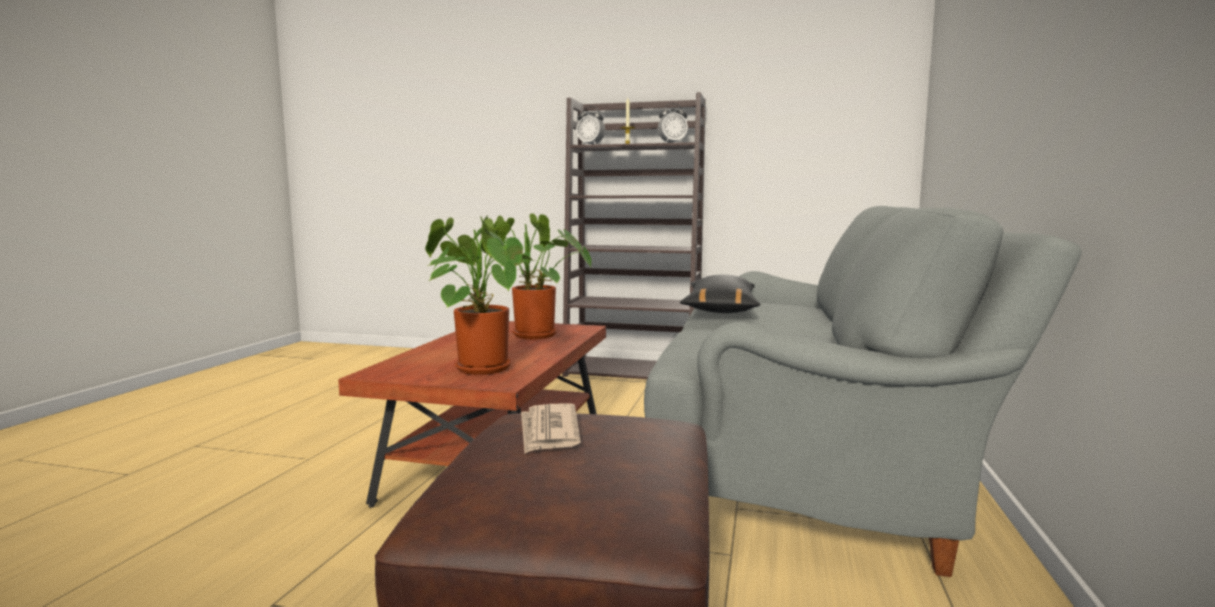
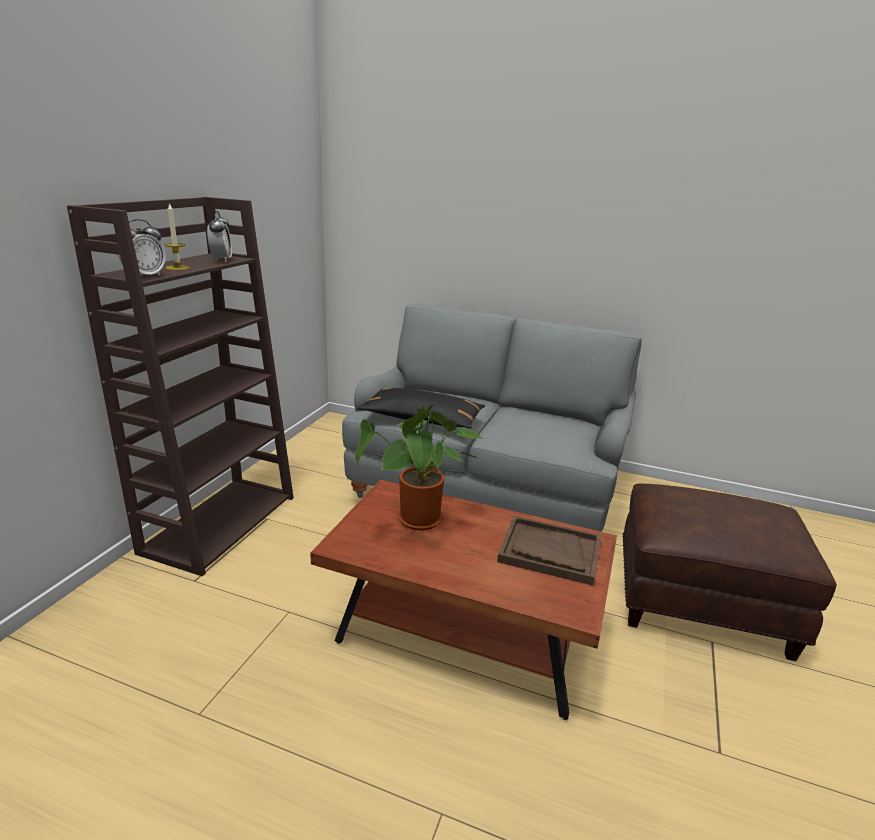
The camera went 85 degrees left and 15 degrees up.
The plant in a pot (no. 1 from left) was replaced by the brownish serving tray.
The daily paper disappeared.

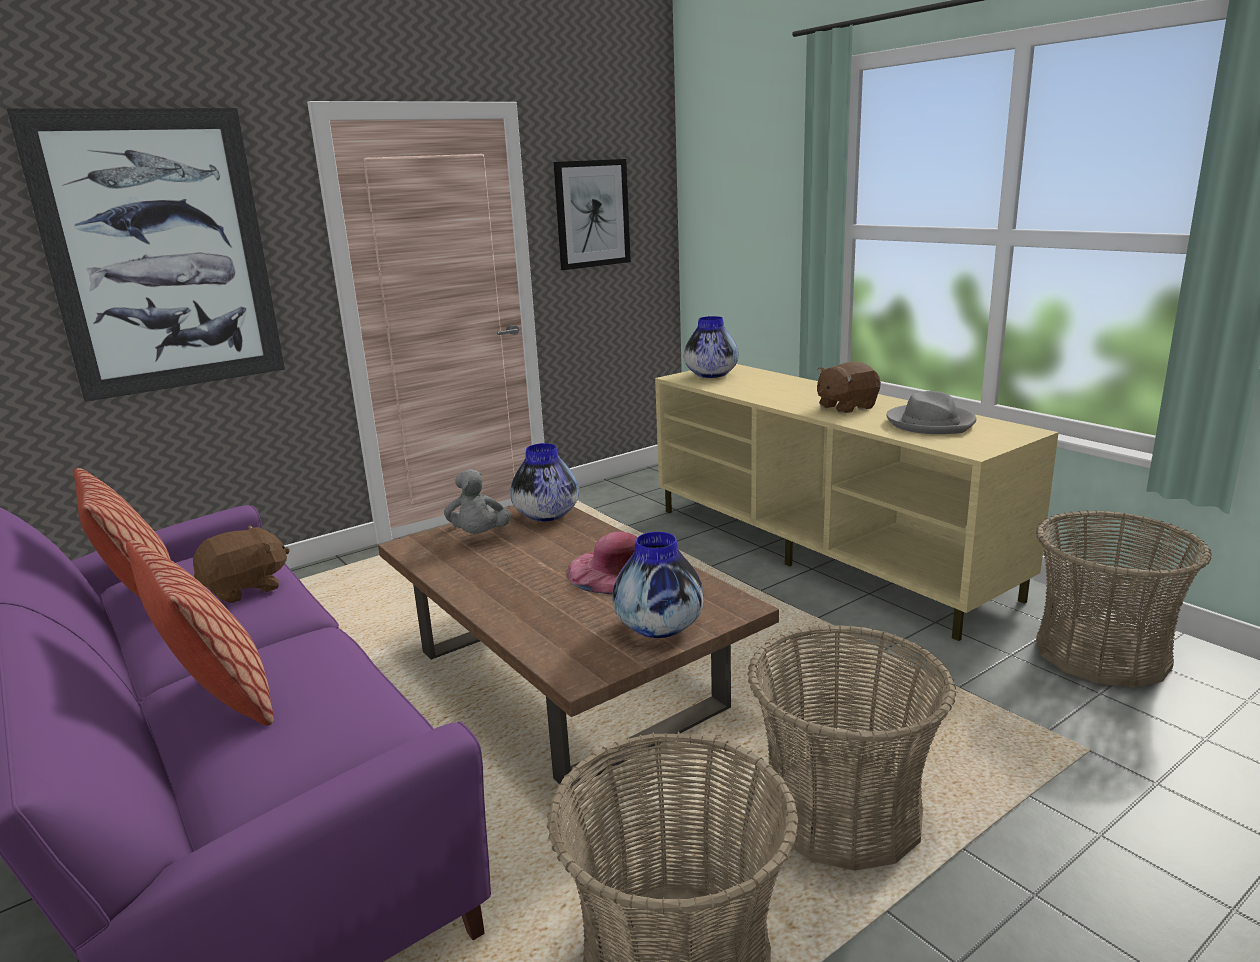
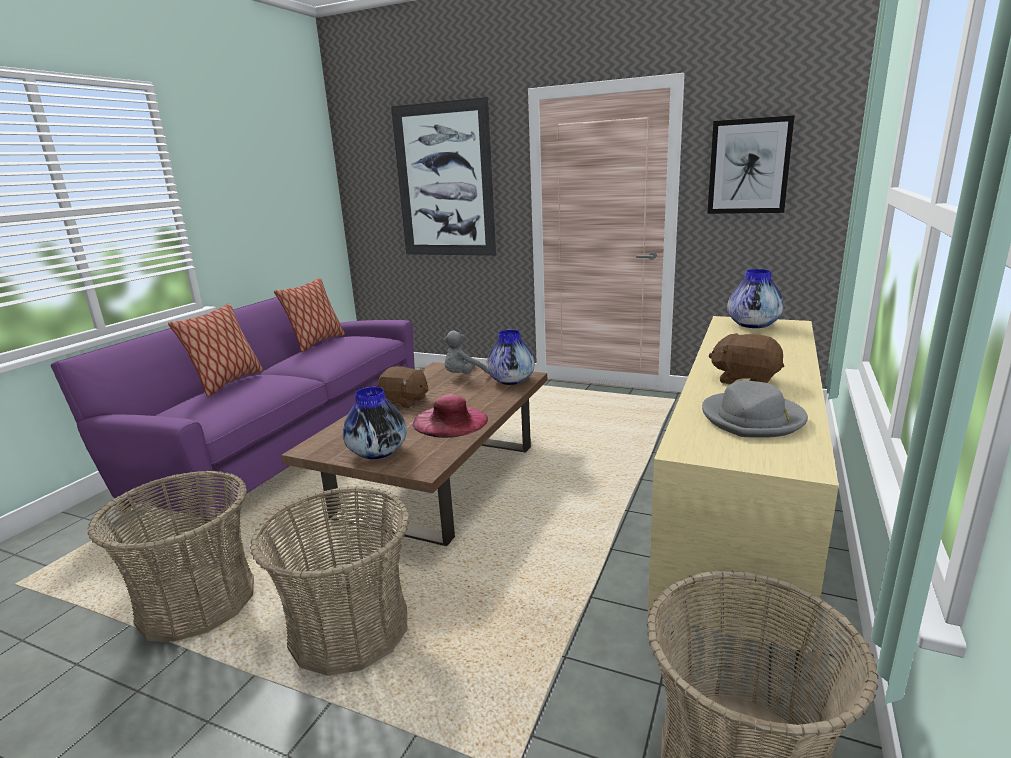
The camera went 60 degrees right and 0 degrees up.
The brownish plush toy (no. 1 from left) moved.

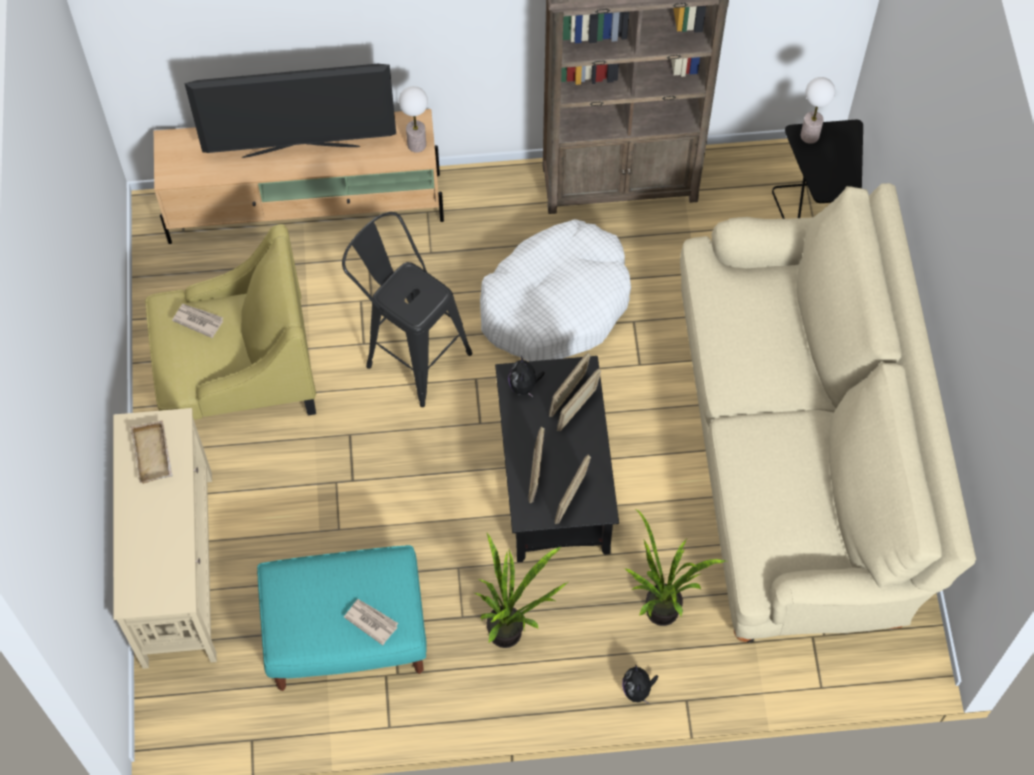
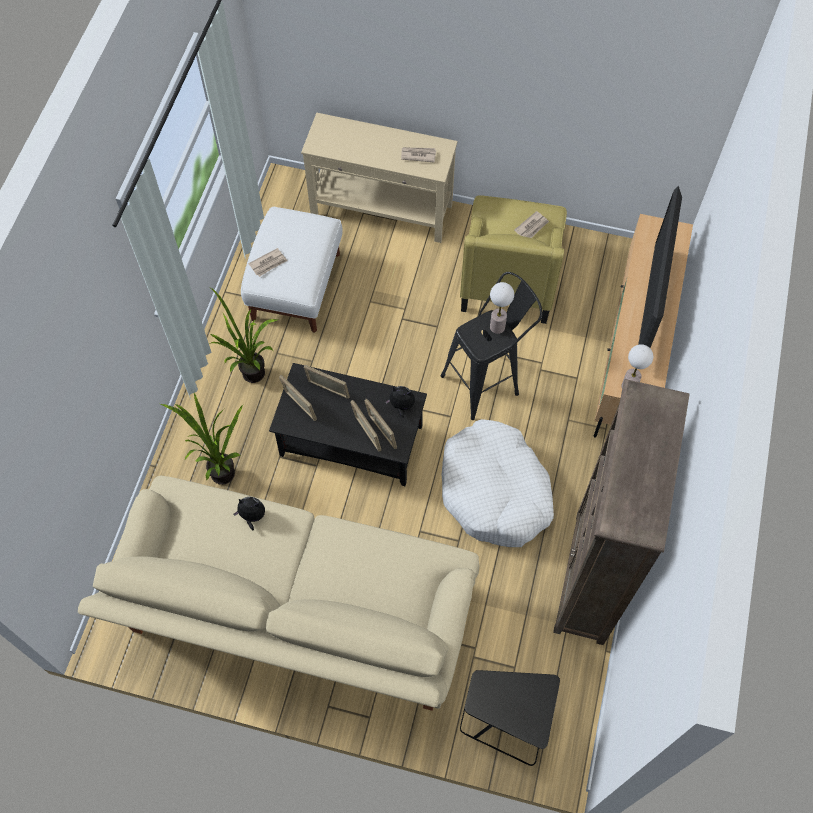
The camera went 110 degrees right and 0 degrees up.
The beige serving tray was replaced by the daily paper (no. 2 from left).
The turquoise-coloured ottoman became the white ottoman.
The plush toy (no. 2 from left in the first image) moved.
The tabletop lamp (no. 2 from left in the first image) moved.

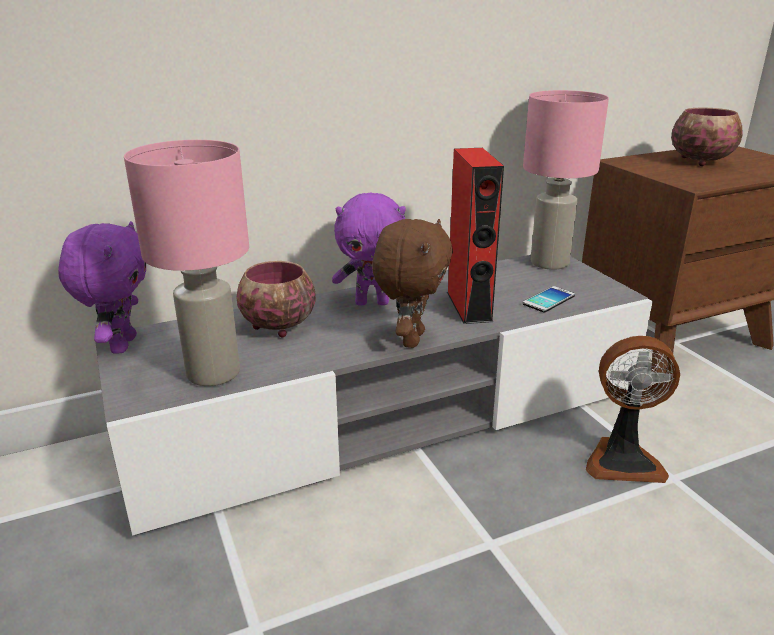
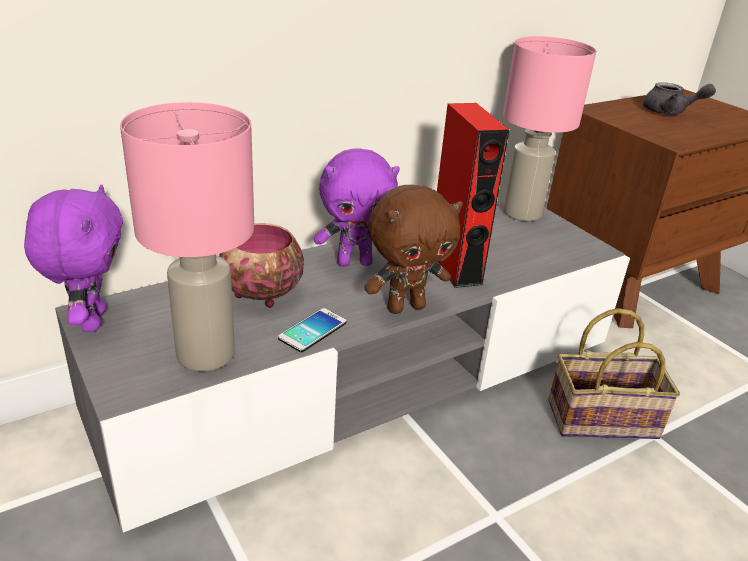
The camera went 10 degrees left and 5 degrees up.
The brownish plush toy turned 60 degrees clockwise.
The telephone moved.
The electric fan was replaced by the basket.
The bowl (no. 2 from left) was replaced by the gray tea pot.

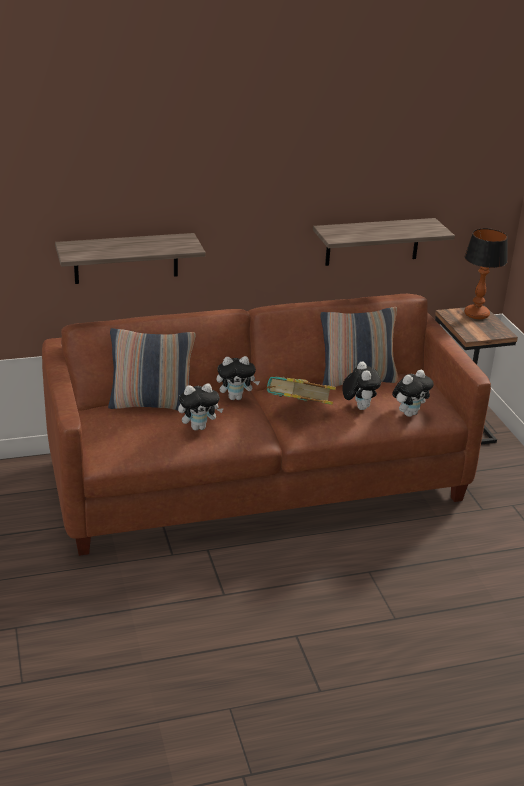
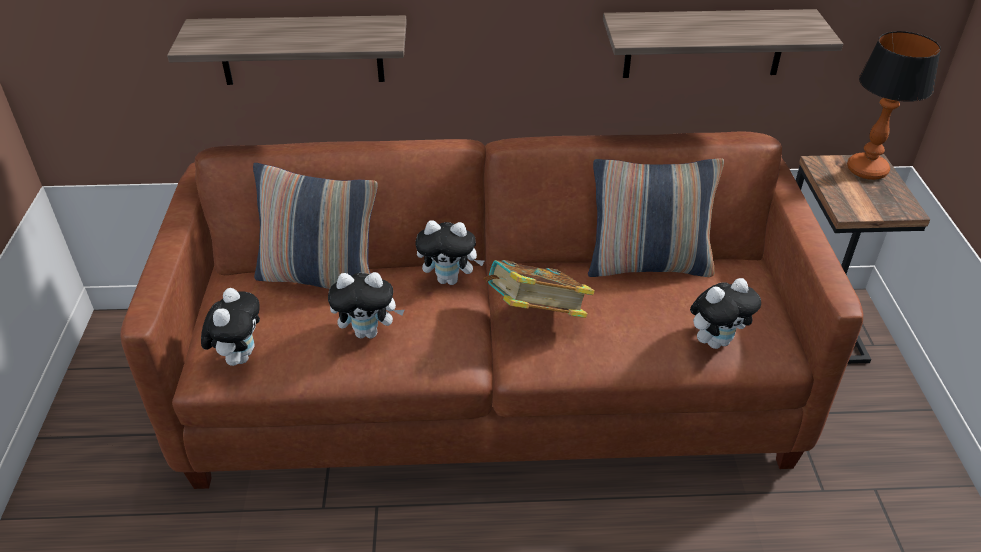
The camera went 15 degrees right and 10 degrees up.
The plush toy (no. 3 from left in the first image) moved.

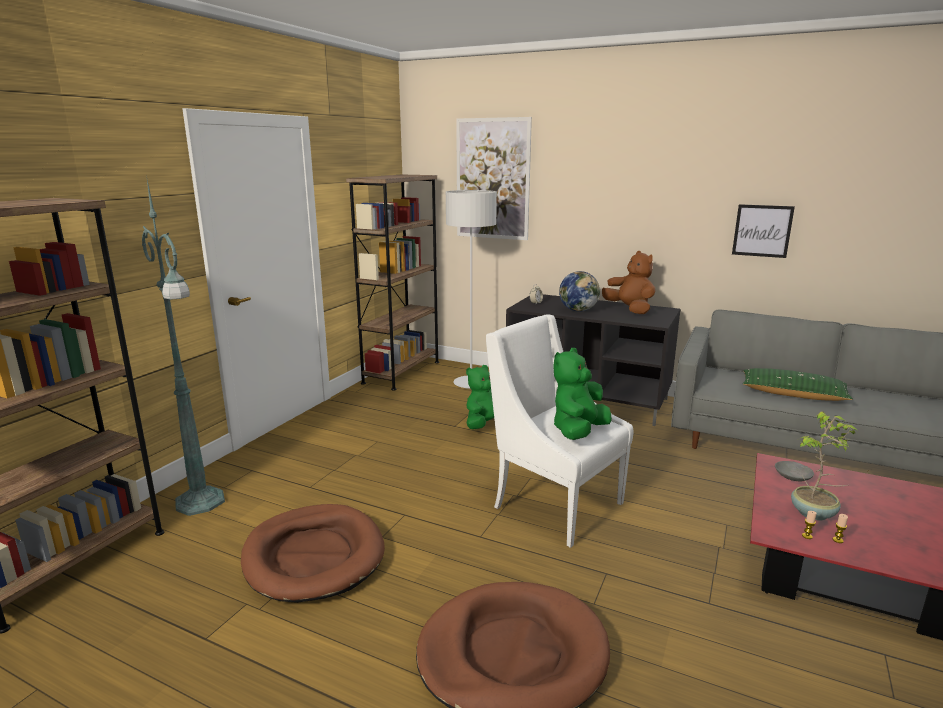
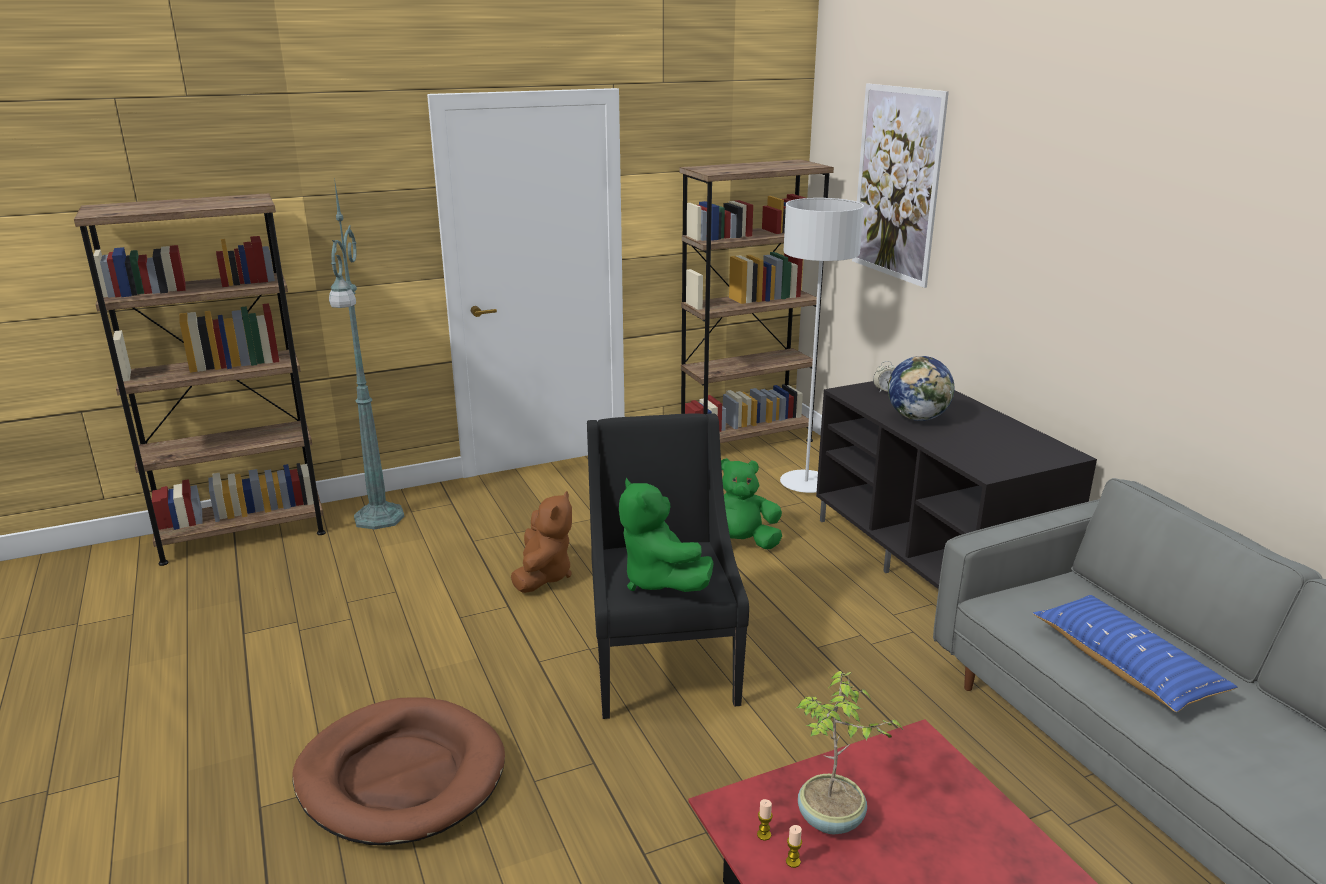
The camera went 40 degrees right and 5 degrees up.
The brownish dog cushion (no. 1 from left) disappeared.
The white lounge chair became the black-coloured lounge chair.
The green-coloured plush toy (no. 2 from left in the first image) turned 105 degrees counterclockwise.
The brownish plush toy moved.
The picture (no. 2 from left) disappeared.
The green-coloured pillow became the blue-coloured pillow.
The gray bowl disappeared.

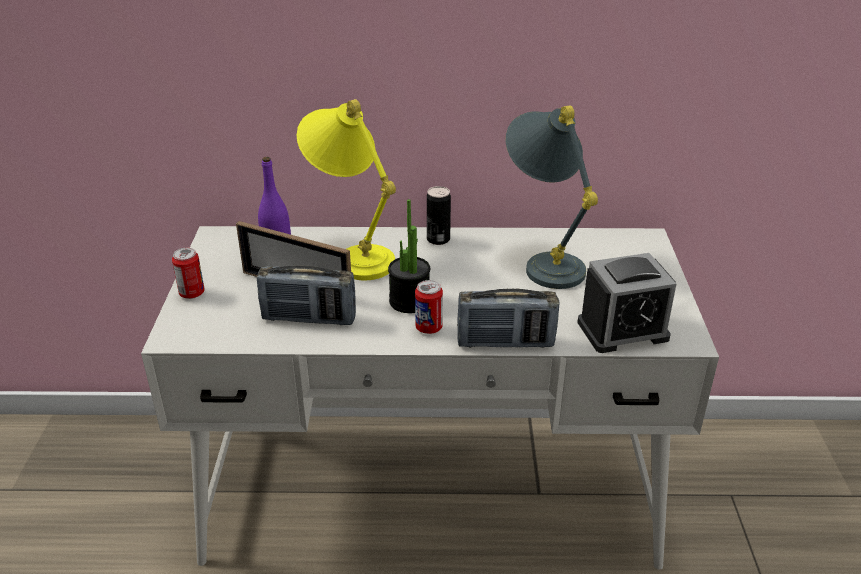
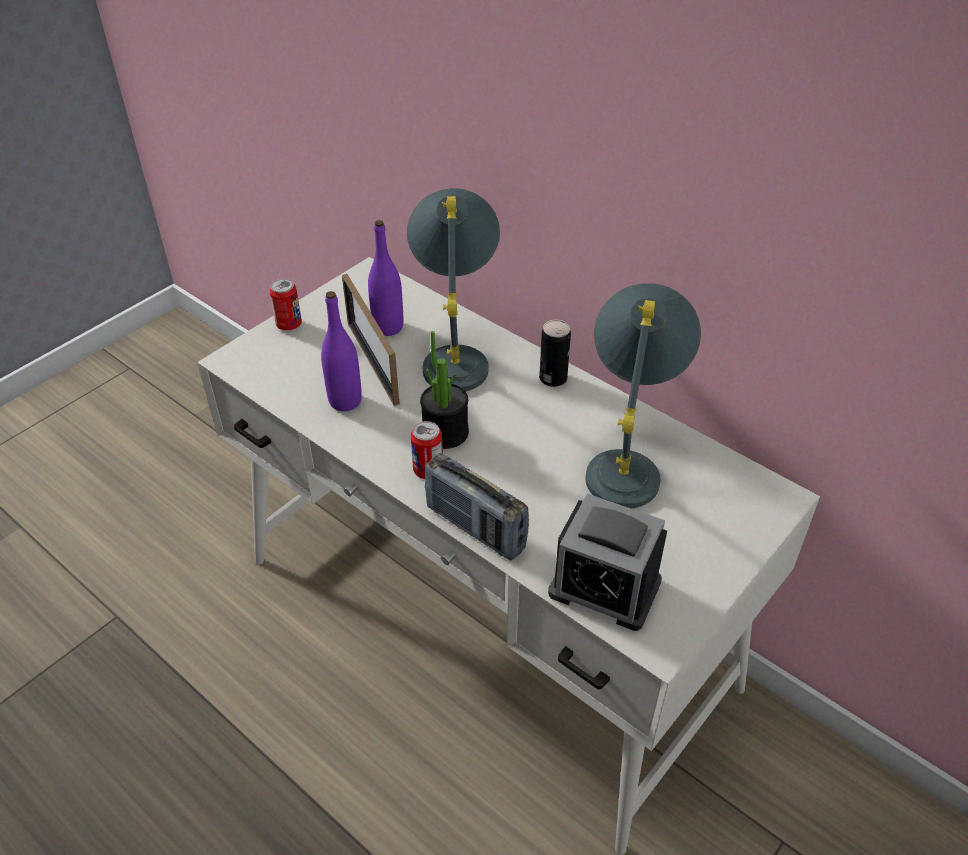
The camera went 40 degrees right and 10 degrees up.
The radio set (no. 1 from left) was replaced by the purple beverage bottle (no. 1 from left).
The yellow-coloured tabletop lamp became the gray tabletop lamp (no. 1 from left).

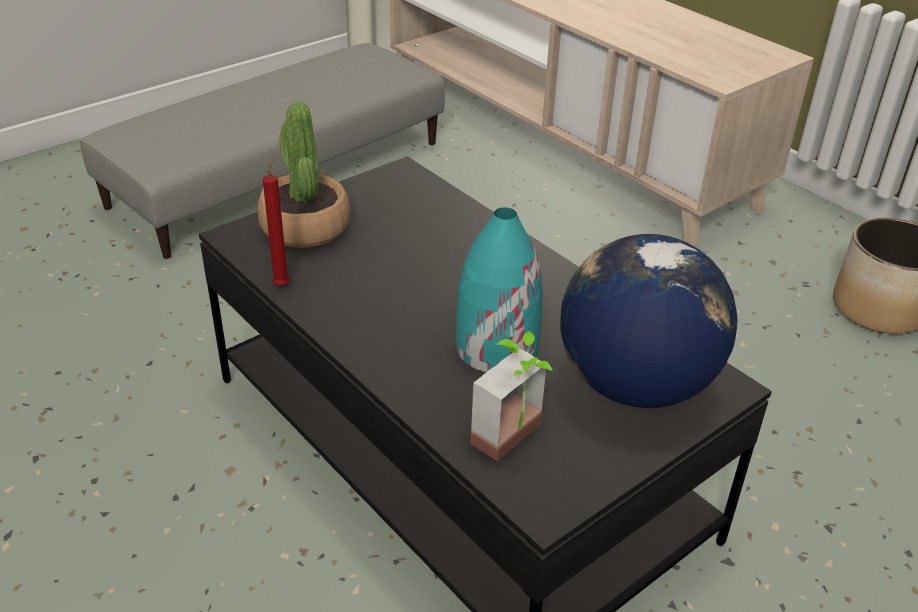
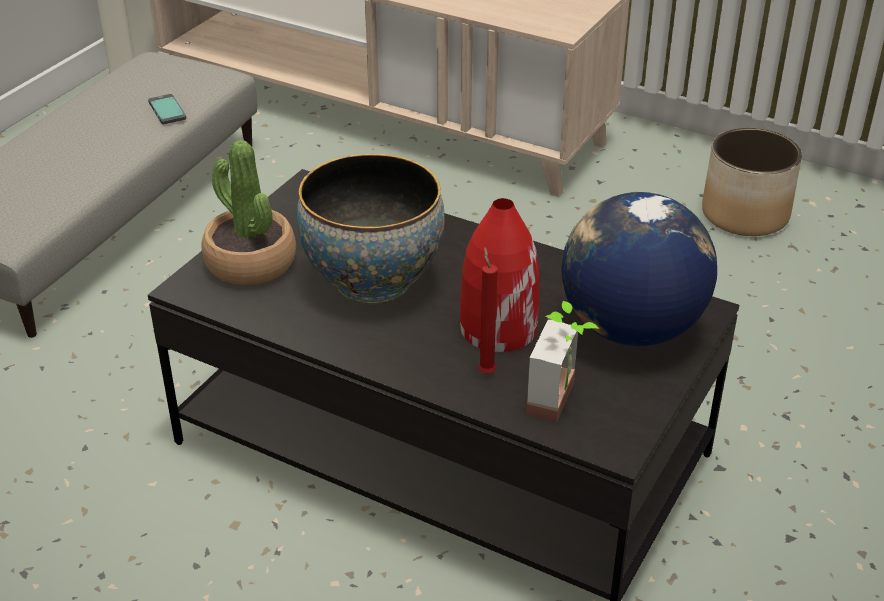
The camera went 20 degrees left and 0 degrees up.
The red-coloured candle moved.
The turquoise-coloured decorative vase became the red-coloured decorative vase.
The telephone appeared.
The bowl appeared.

